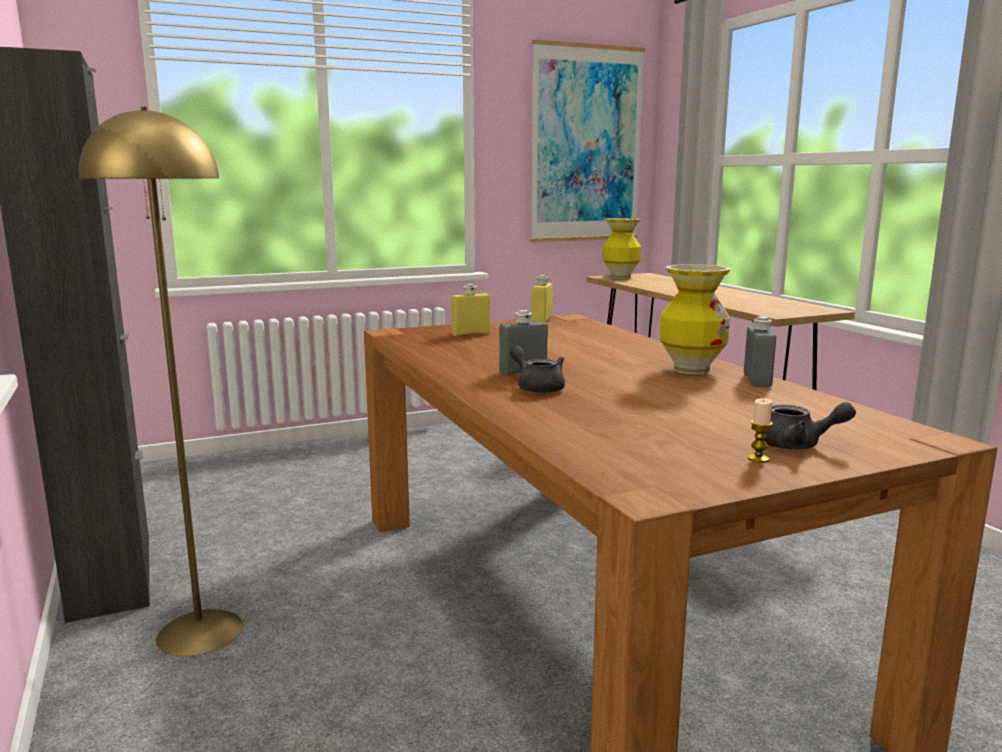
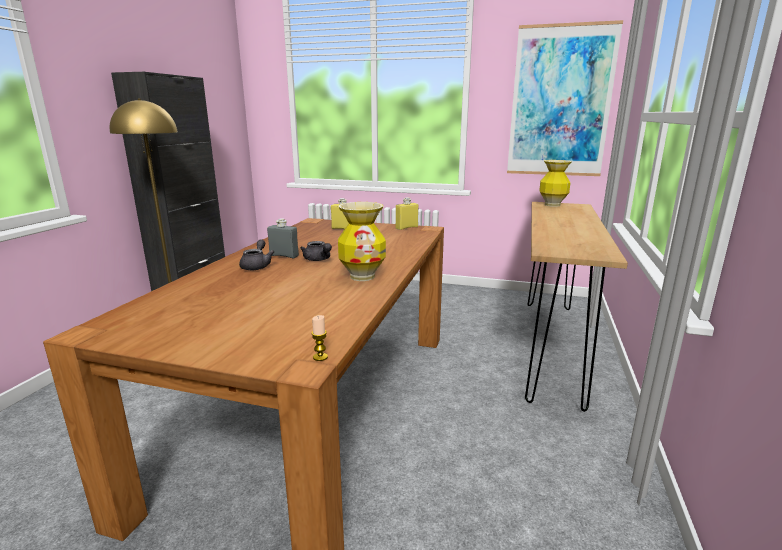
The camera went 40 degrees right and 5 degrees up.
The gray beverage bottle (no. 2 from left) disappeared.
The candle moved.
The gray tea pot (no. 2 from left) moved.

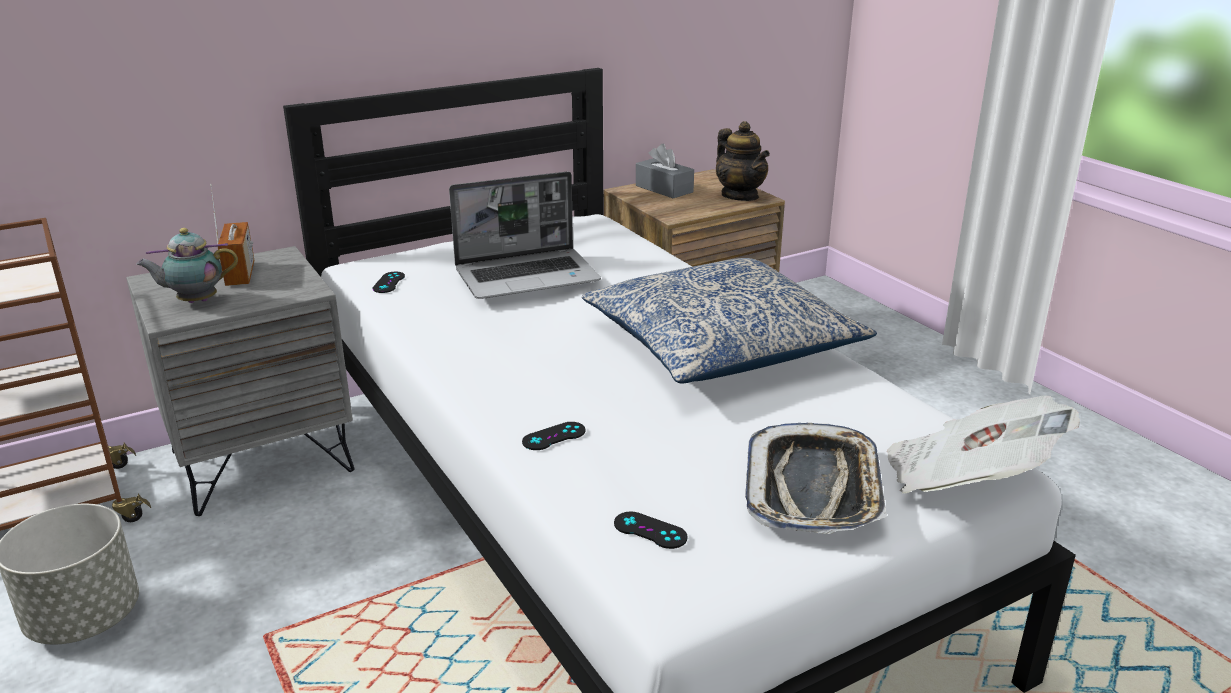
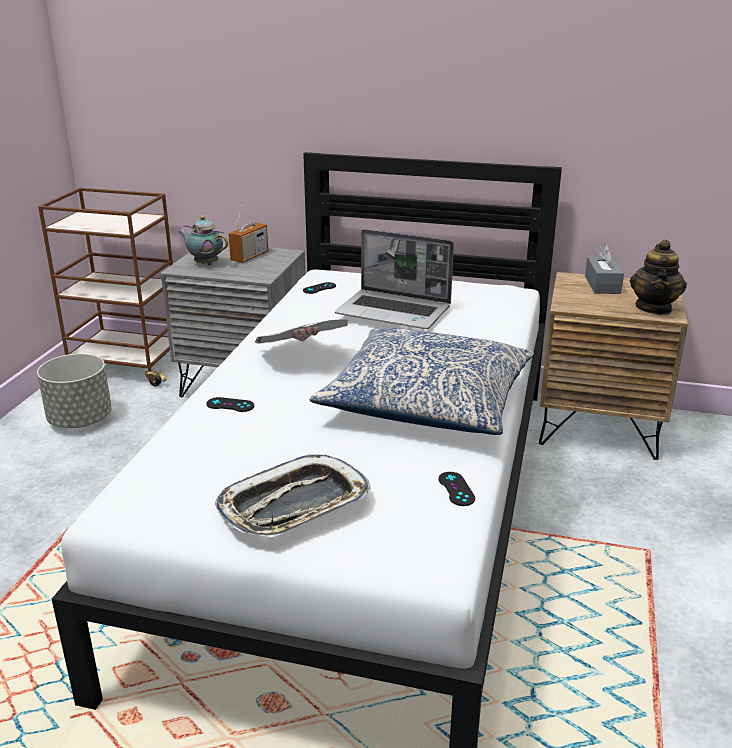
The camera went 45 degrees right and 0 degrees up.
The black-coloured game controller (no. 3 from left) moved.
The daily paper moved.

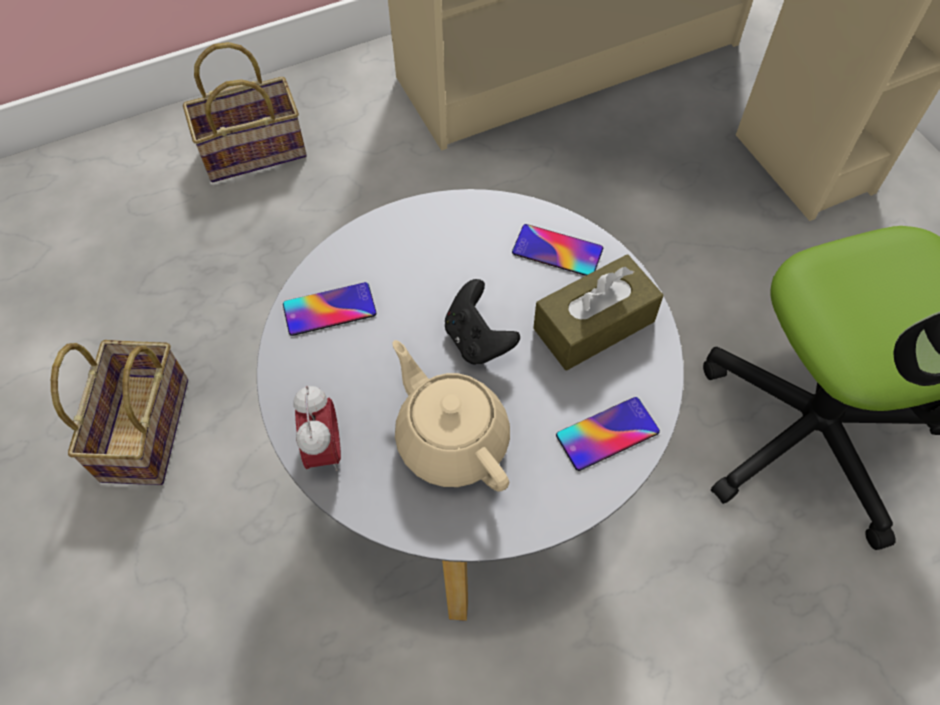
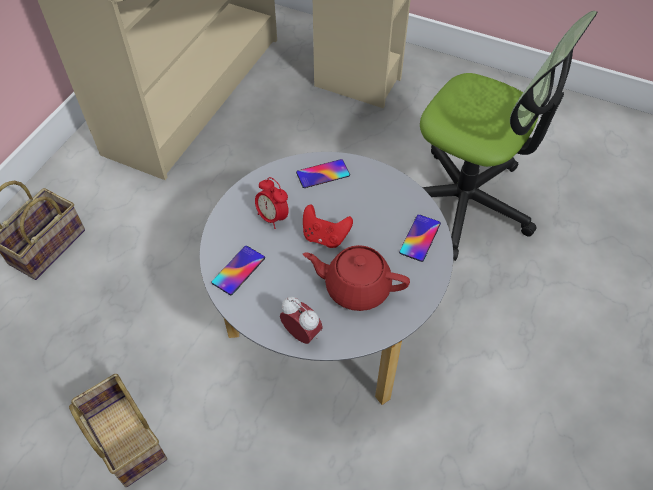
The camera went 40 degrees left and 5 degrees down.
The beige tea pot became the red-coloured tea pot.
The black-coloured game controller became the red-coloured game controller.
The brownish tissue holder disappeared.
The table clock (no. 1 from left) appeared.

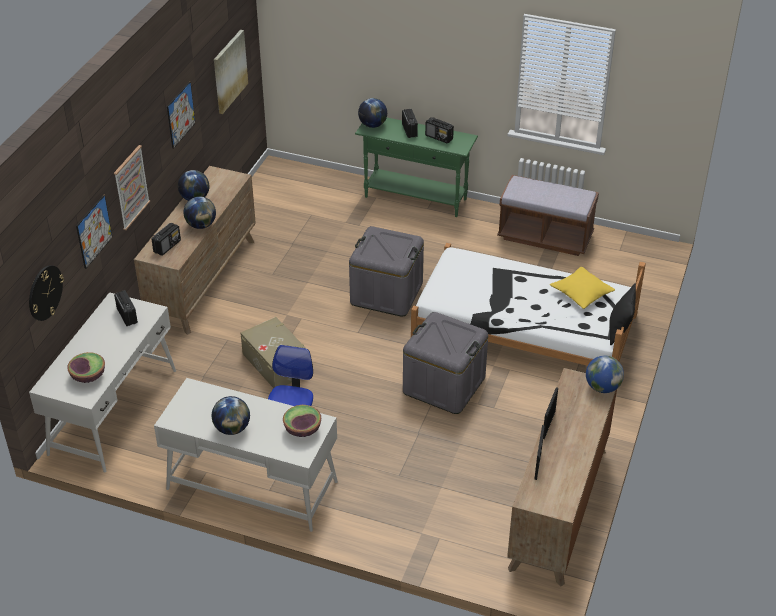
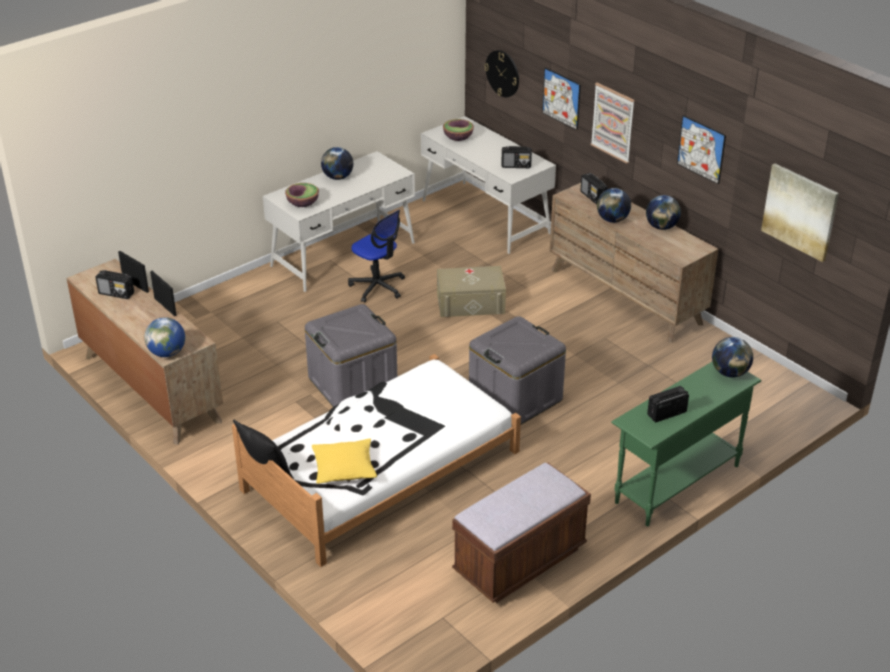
The camera went 120 degrees right and 5 degrees down.
The radio set (no. 3 from left in the first image) moved.

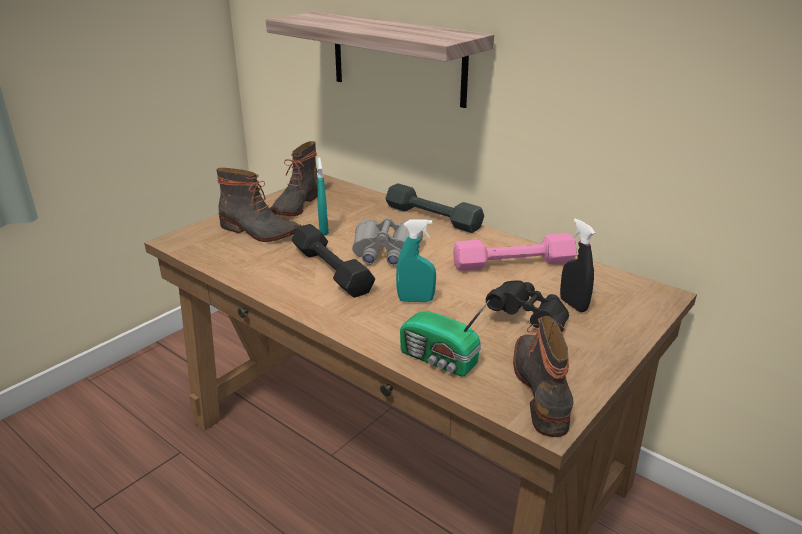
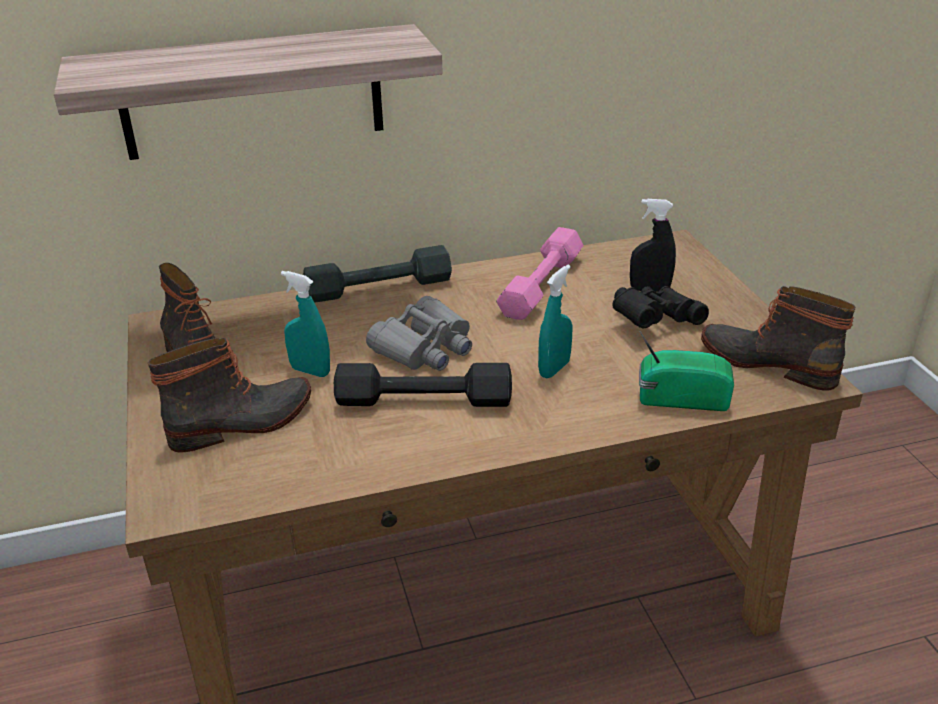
The camera went 55 degrees left and 5 degrees up.
The radio set turned 150 degrees counterclockwise.

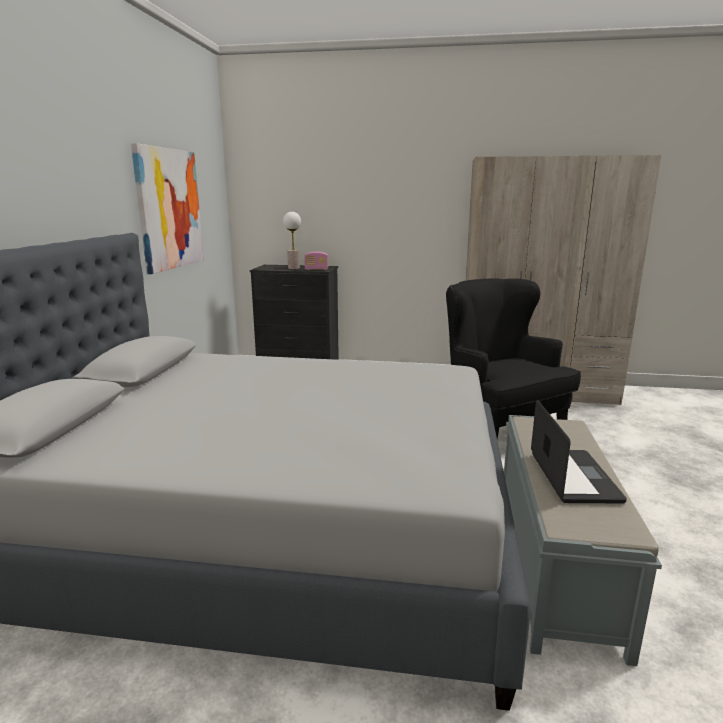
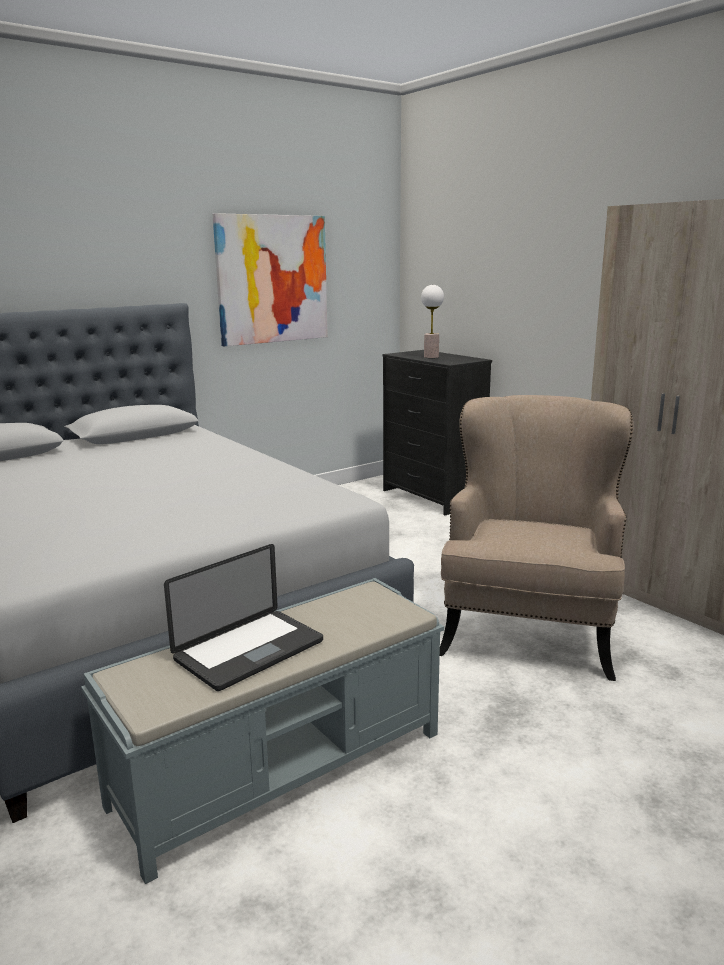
The camera went 45 degrees right and 0 degrees up.
The radio set disappeared.
The black-coloured lounge chair became the beige lounge chair.

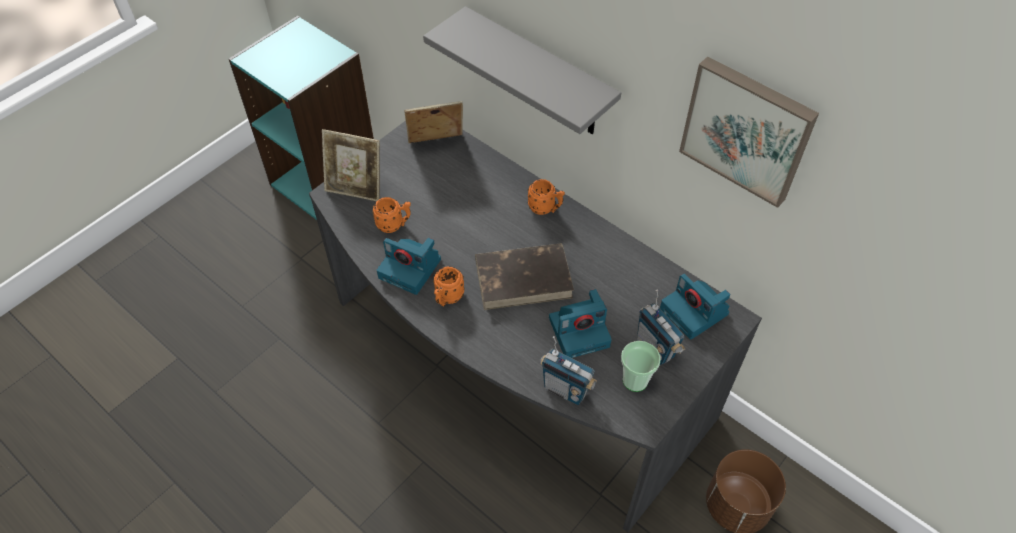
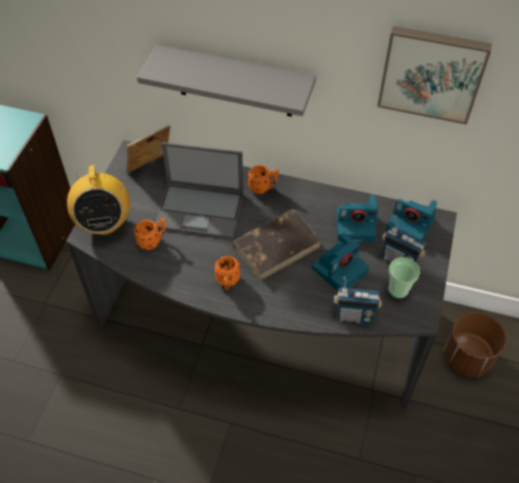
The camera went 25 degrees left and 0 degrees up.
The picture frame (no. 1 from left) was replaced by the radio set (no. 1 from left).
The photo camera (no. 1 from left in the first image) moved.
The notebook computer appeared.

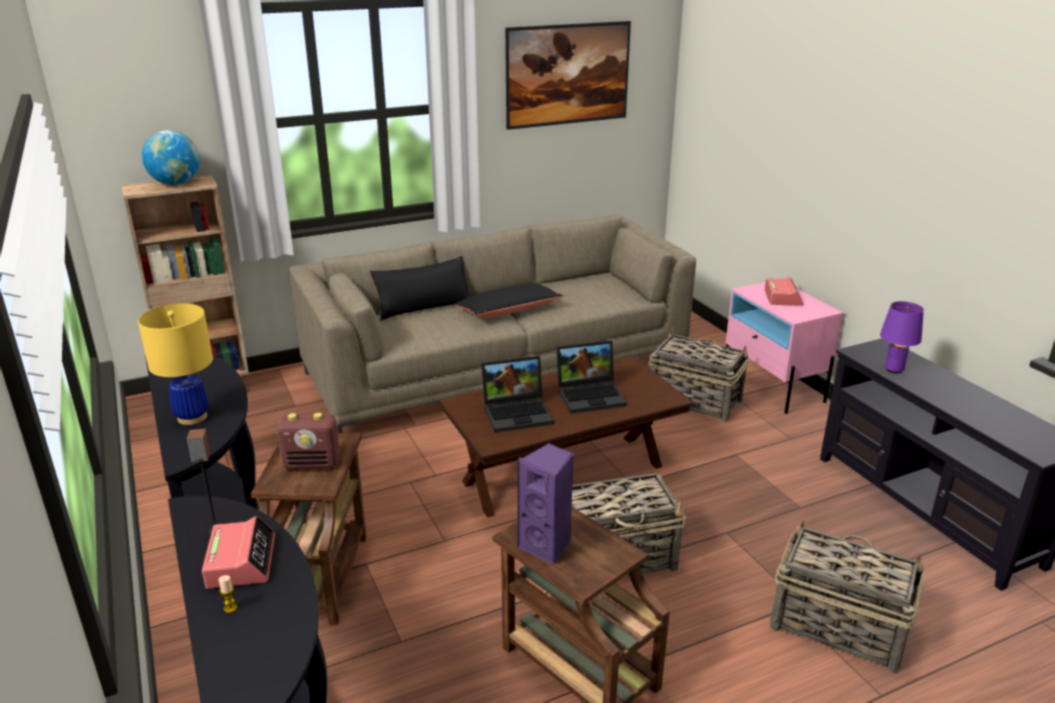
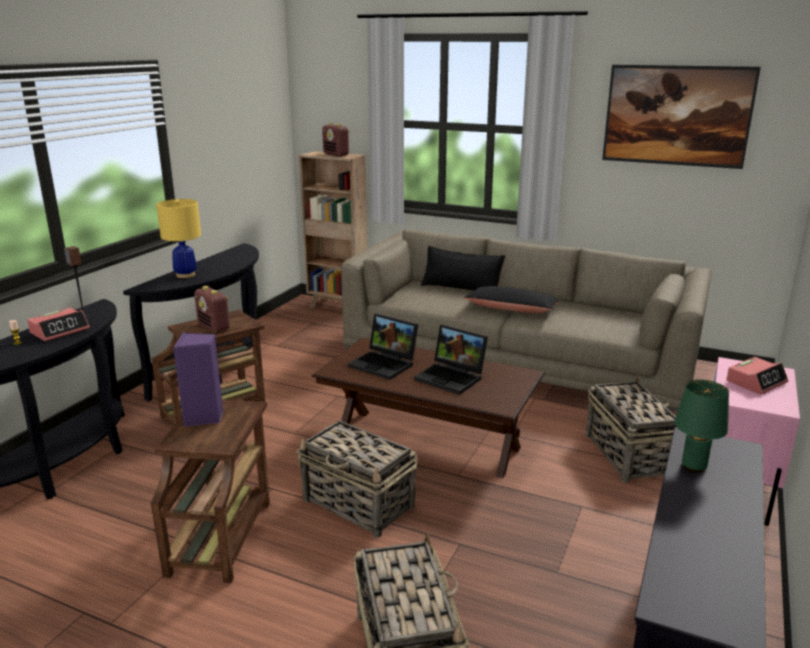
The camera went 50 degrees right and 5 degrees down.
The globe was replaced by the radio set (no. 2 from left).
The purple tabletop lamp became the green-coloured tabletop lamp.

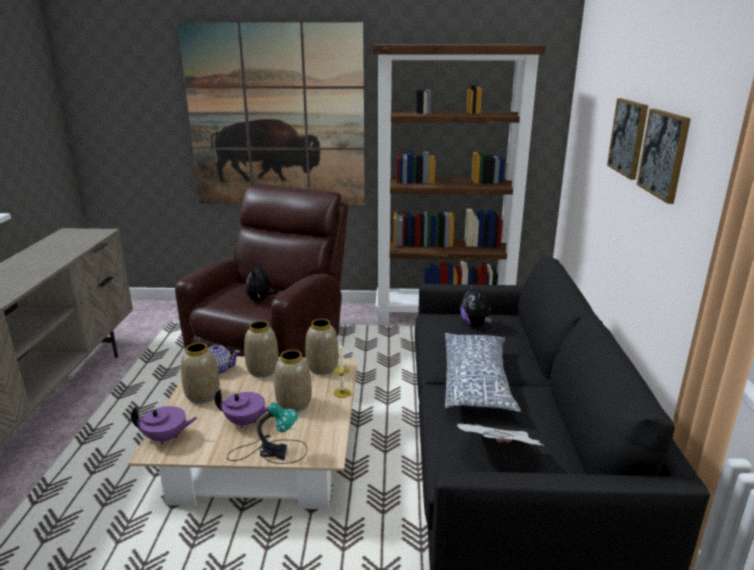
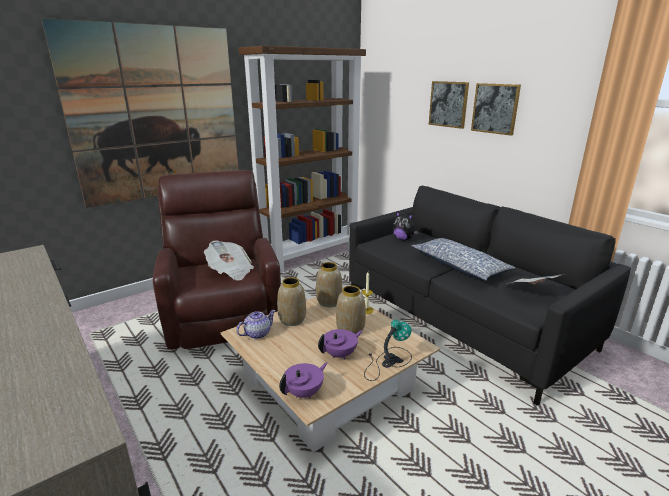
The camera went 40 degrees left and 0 degrees up.
The decorative vase (no. 1 from left) disappeared.
The plush toy (no. 1 from left) was replaced by the daily paper (no. 1 from left).

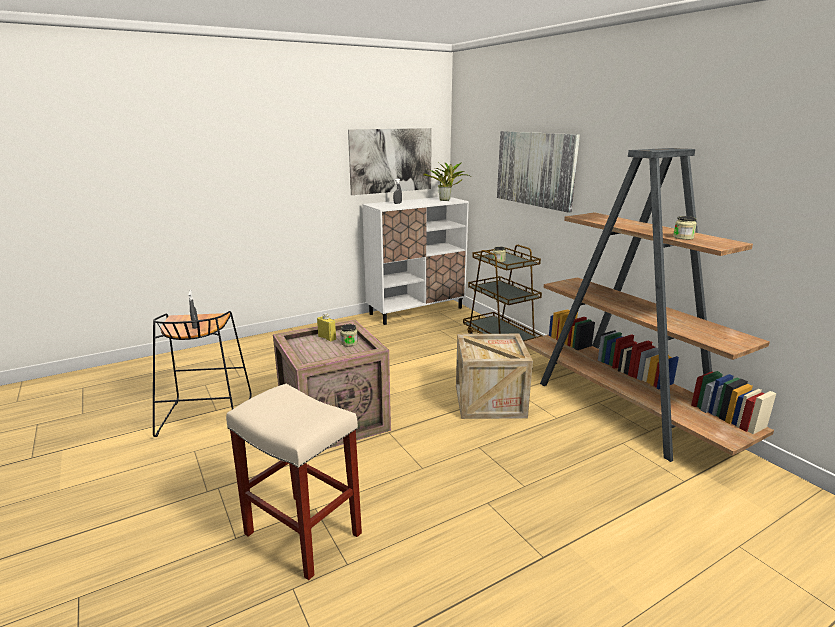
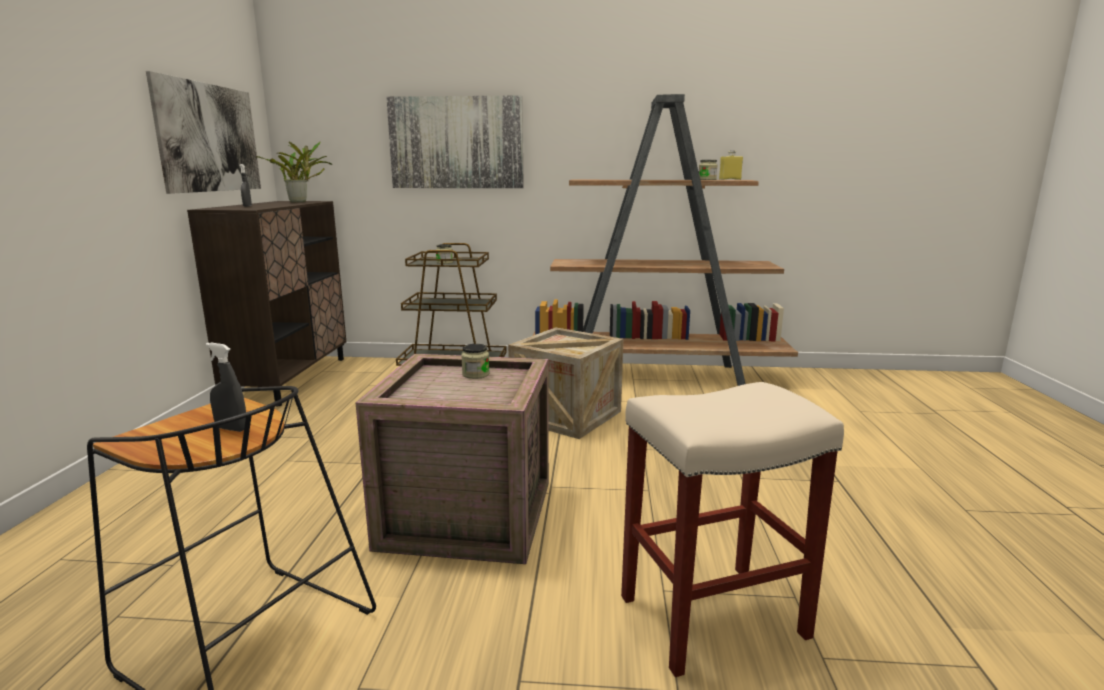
The camera went 55 degrees left and 5 degrees down.
The yellow-coloured beverage bottle moved.
The white cupboard became the brownish cupboard.

